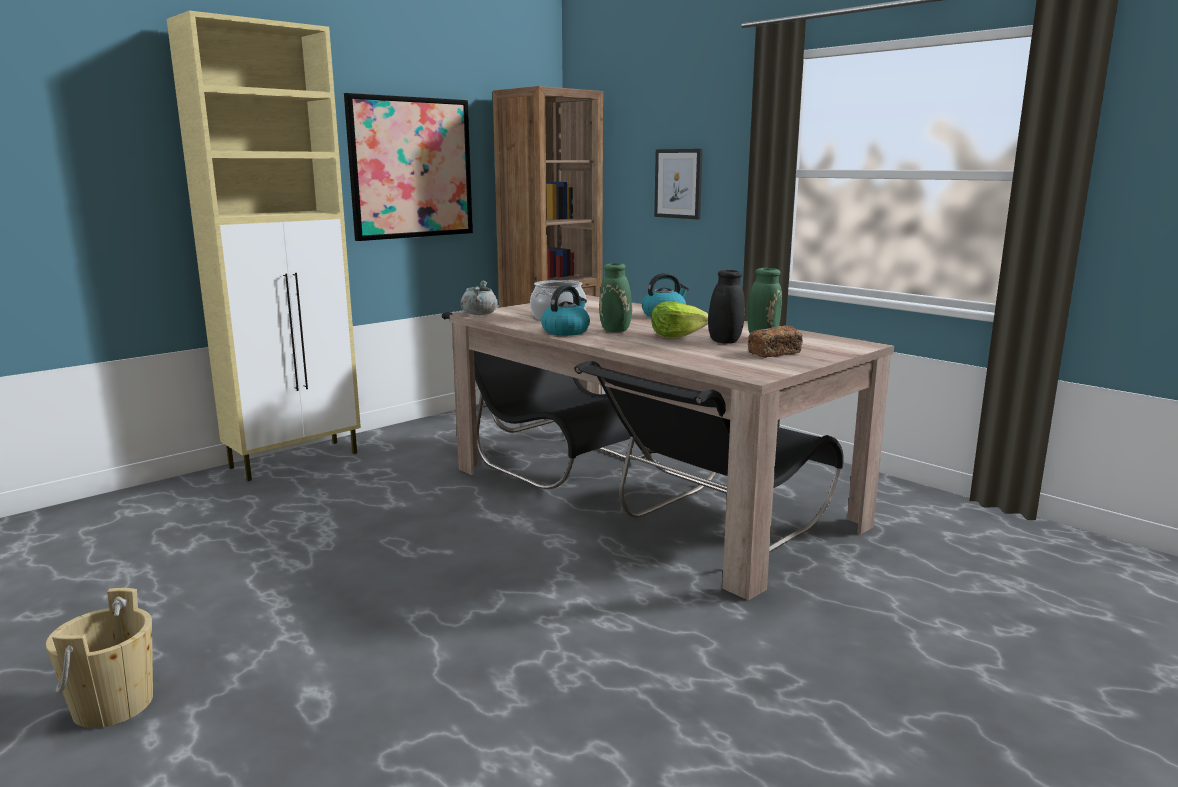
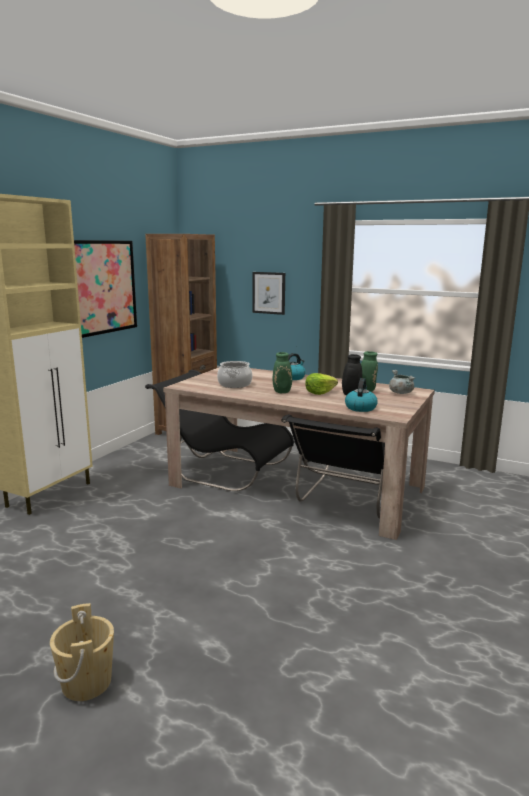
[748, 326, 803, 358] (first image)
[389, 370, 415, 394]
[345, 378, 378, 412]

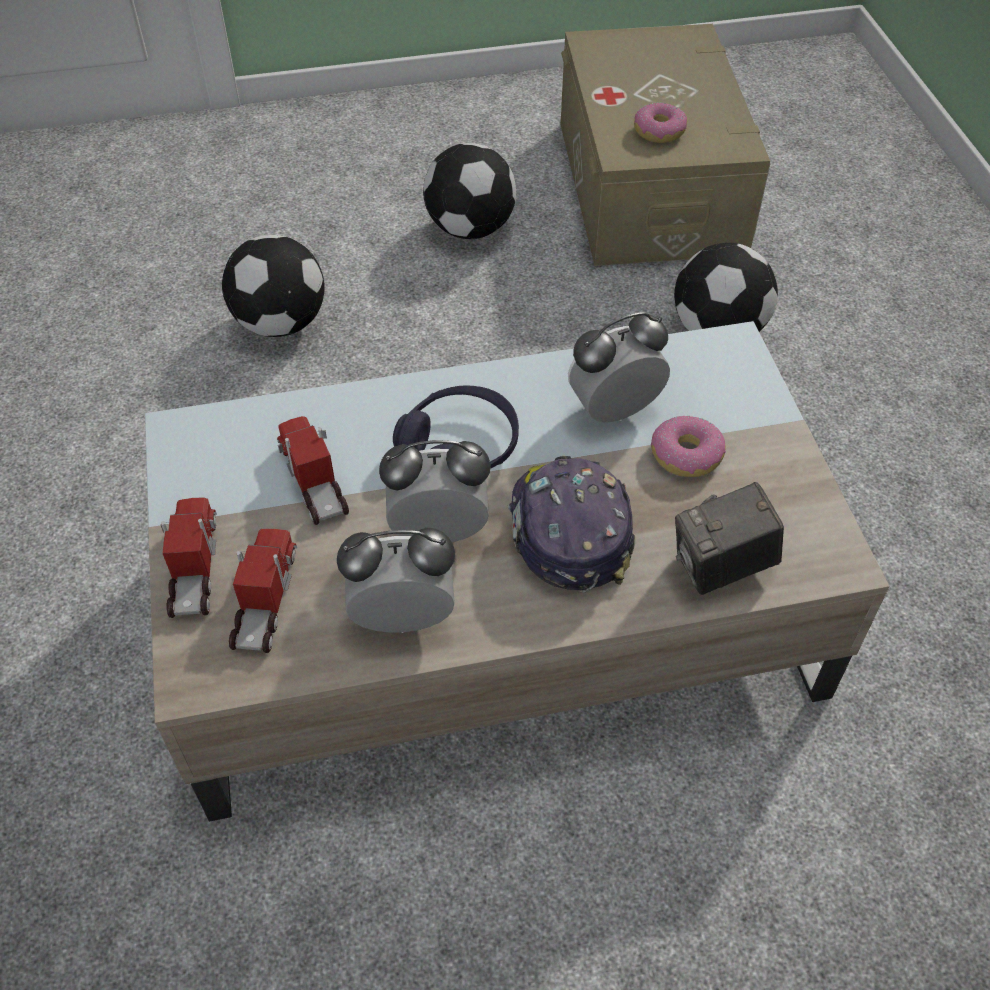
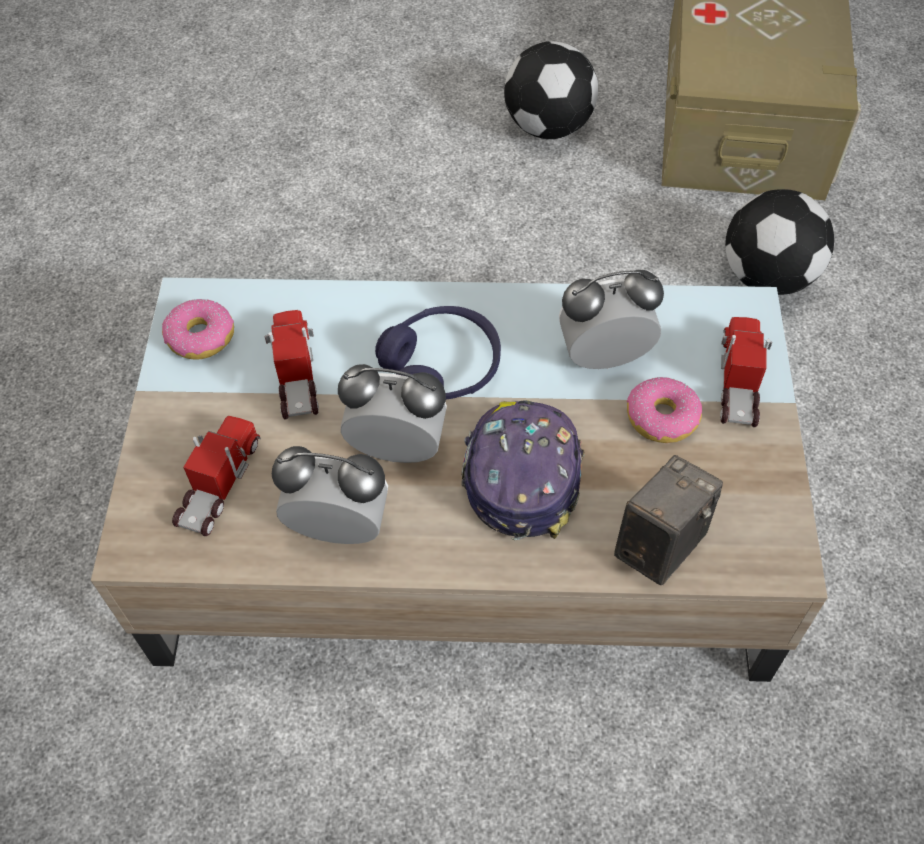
[222, 235, 325, 337] (first image)
[720, 317, 772, 427]
[162, 299, 234, 360]
[614, 455, 723, 586]

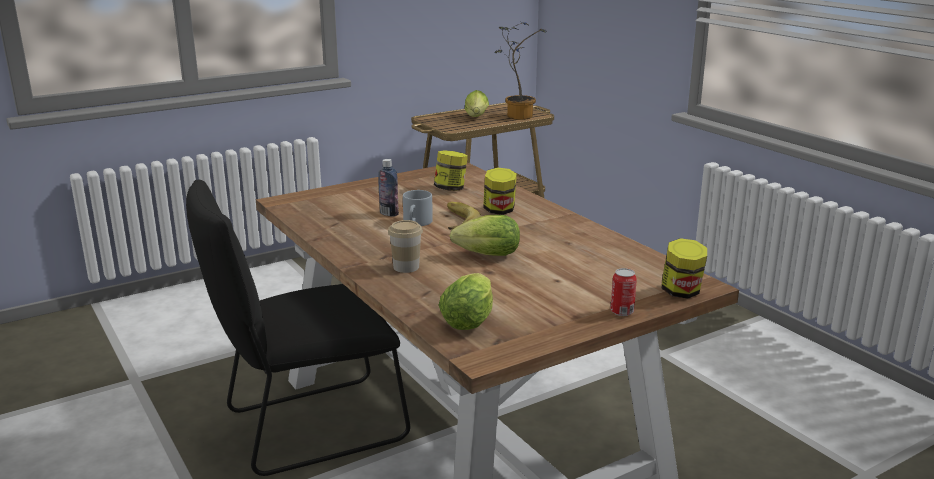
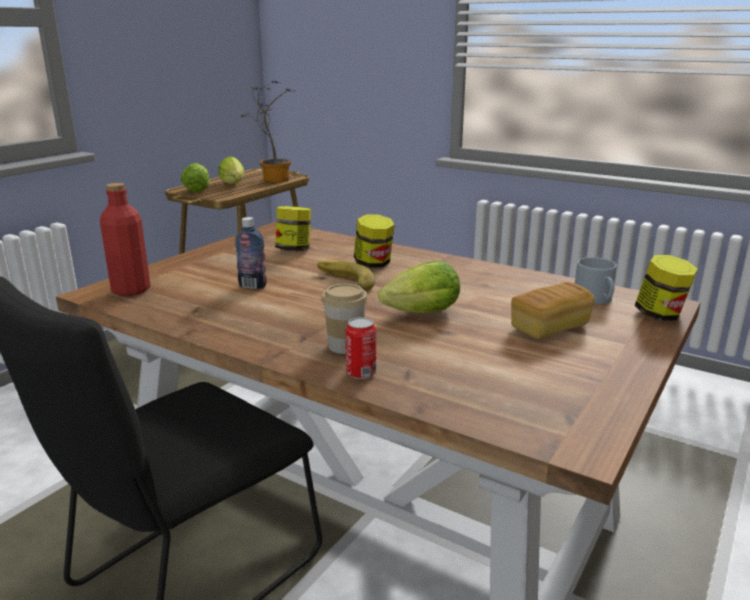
[100, 183, 150, 296]
[511, 282, 595, 339]
[575, 257, 617, 304]
[181, 163, 210, 193]
[346, 317, 376, 379]

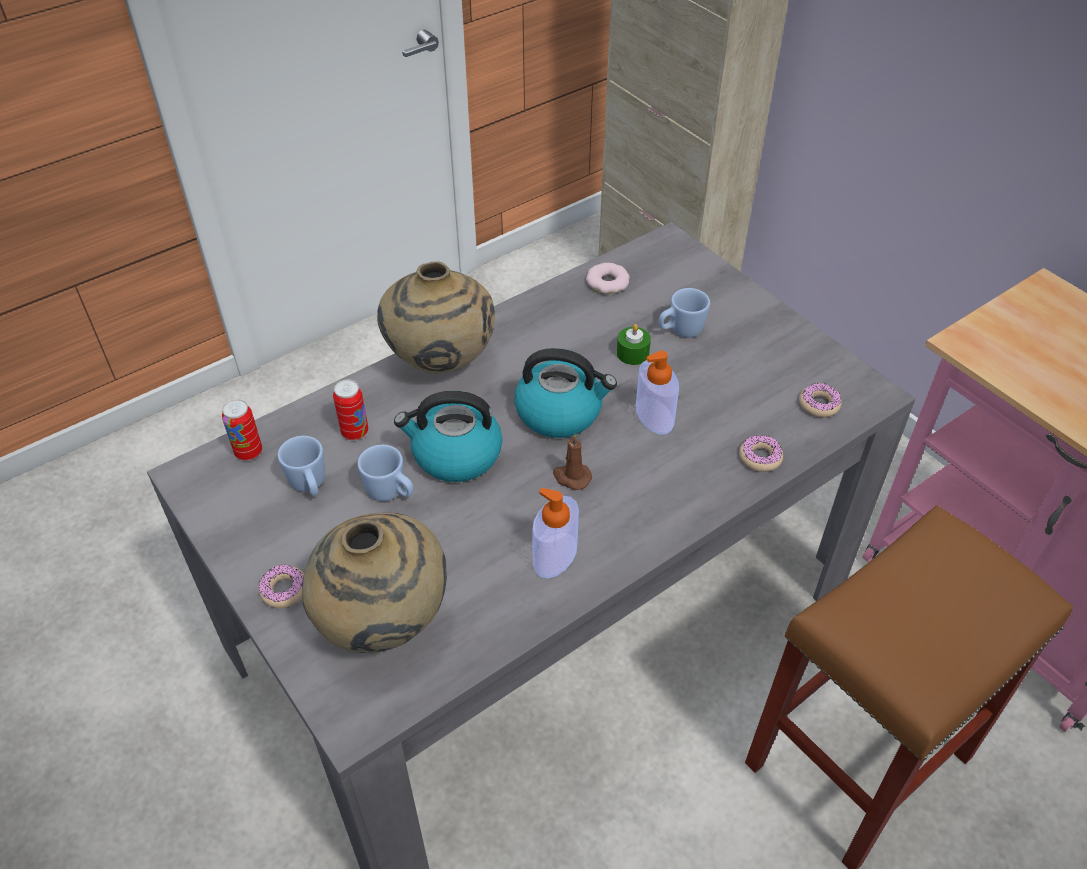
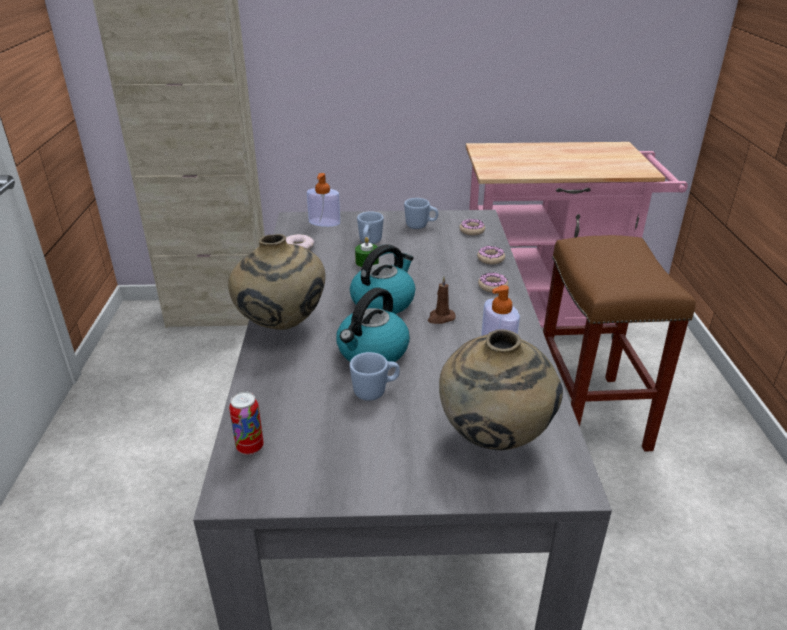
[333, 379, 368, 440] (first image)
[478, 272, 508, 293]
[404, 198, 438, 229]
[307, 173, 340, 227]

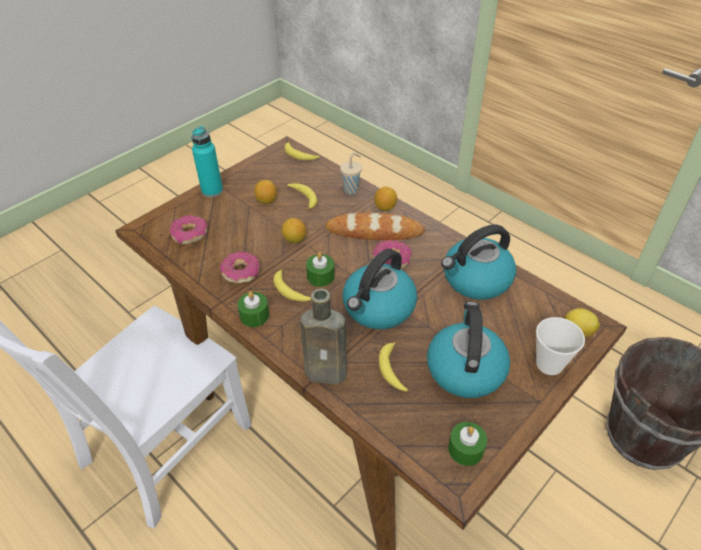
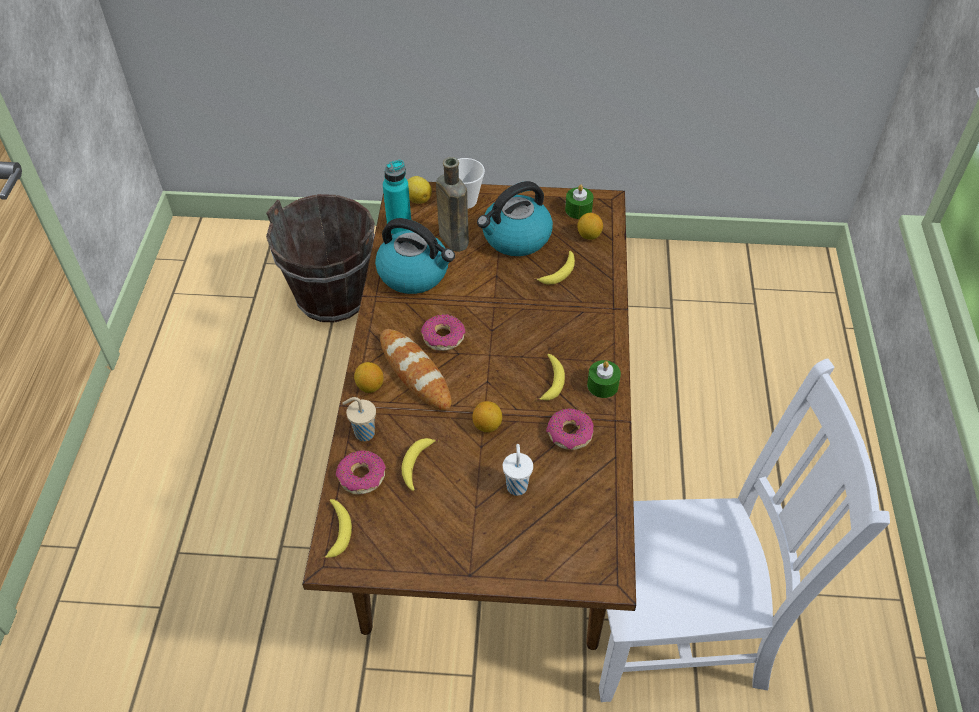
[306, 252, 335, 287] (first image)
[343, 249, 417, 329] (first image)
[503, 444, 533, 496]
[336, 450, 386, 495]
[383, 160, 411, 235]
[577, 213, 603, 240]
[436, 157, 469, 252]

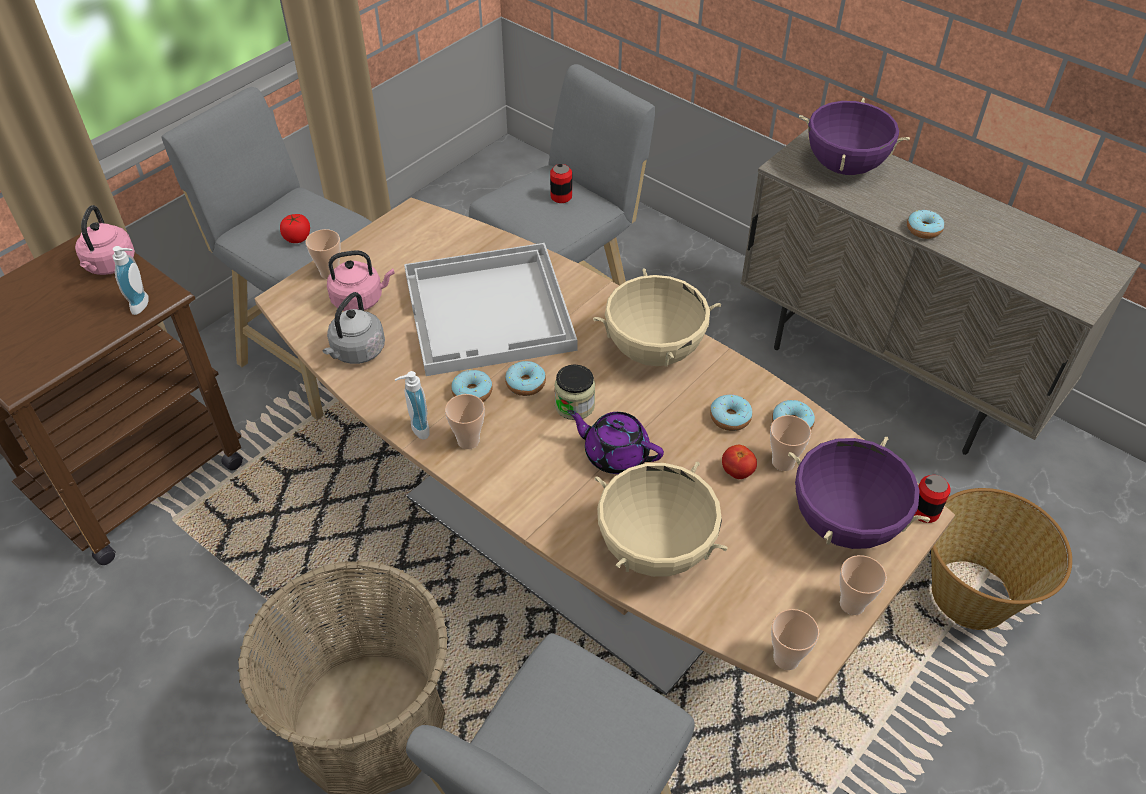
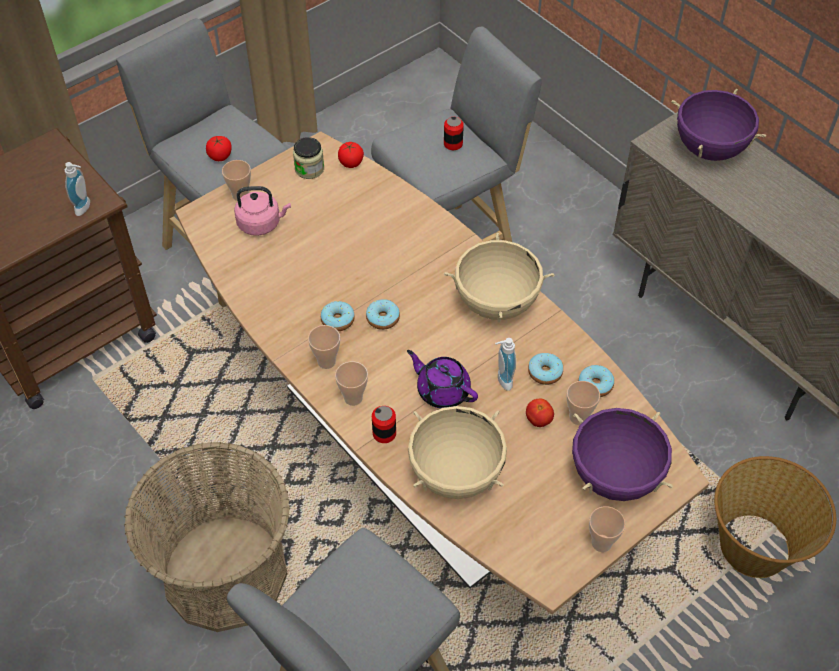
[75, 205, 135, 275] (first image)
[323, 292, 385, 364] (first image)
[404, 243, 578, 376] (first image)
[907, 210, 944, 239] (first image)
[338, 142, 364, 168]
[495, 338, 516, 391]
[293, 137, 324, 179]
[335, 361, 368, 406]
[372, 406, 396, 443]

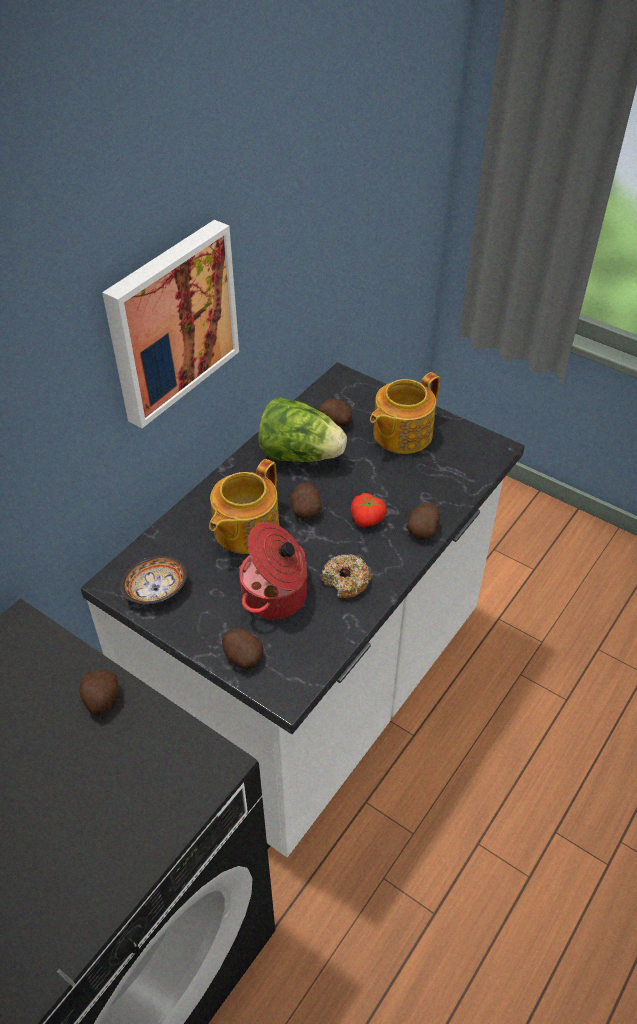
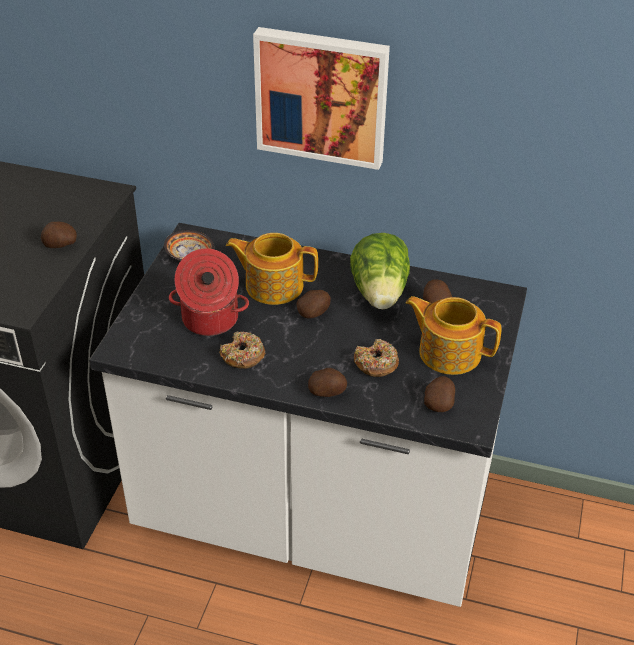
[351, 493, 387, 527] (first image)
[354, 339, 399, 377]
[424, 376, 455, 412]

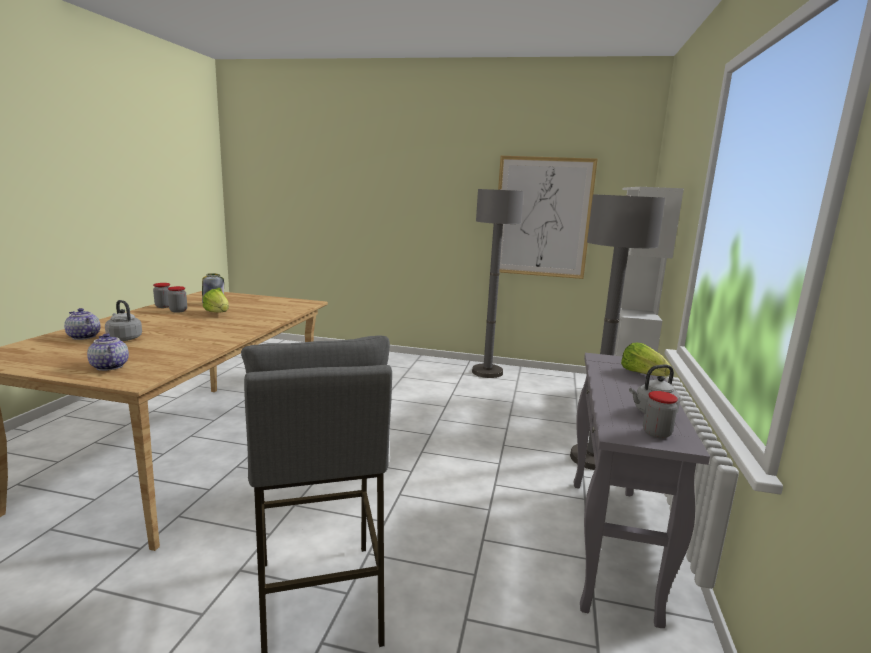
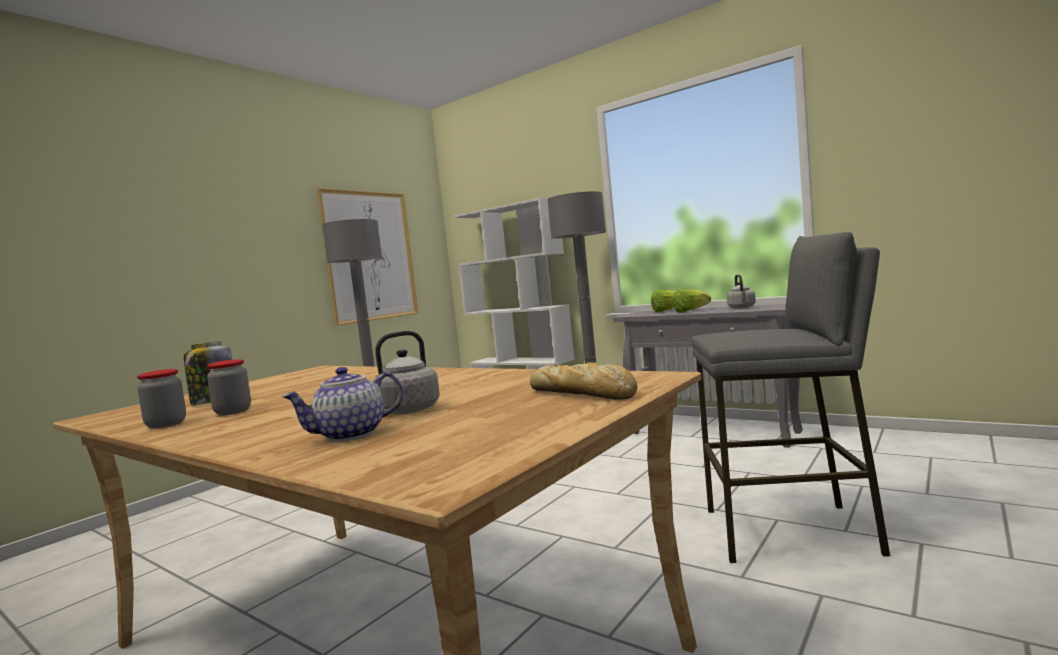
[643, 391, 678, 439] (first image)
[672, 289, 711, 312]
[530, 362, 638, 400]

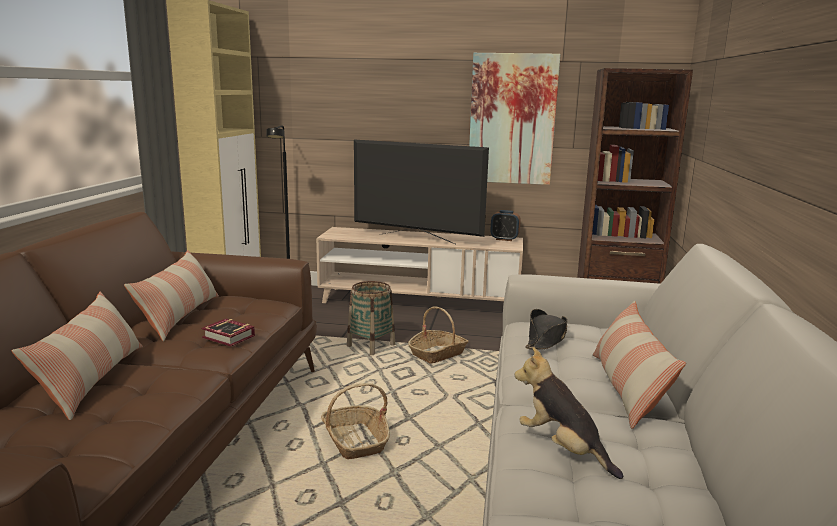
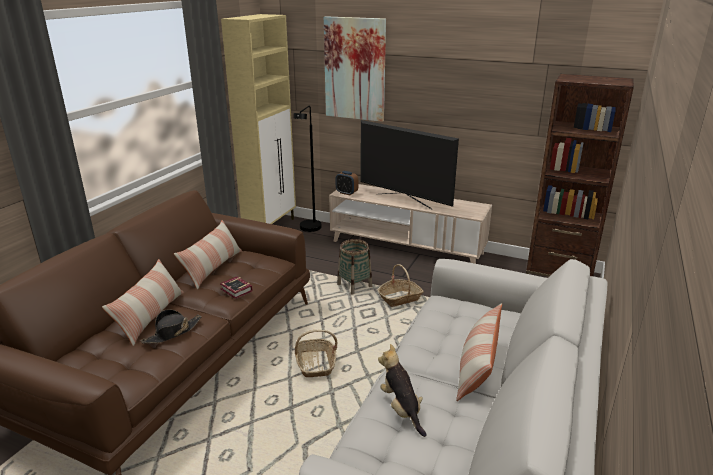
[324, 16, 386, 122]
[336, 171, 358, 195]
[141, 309, 202, 344]

